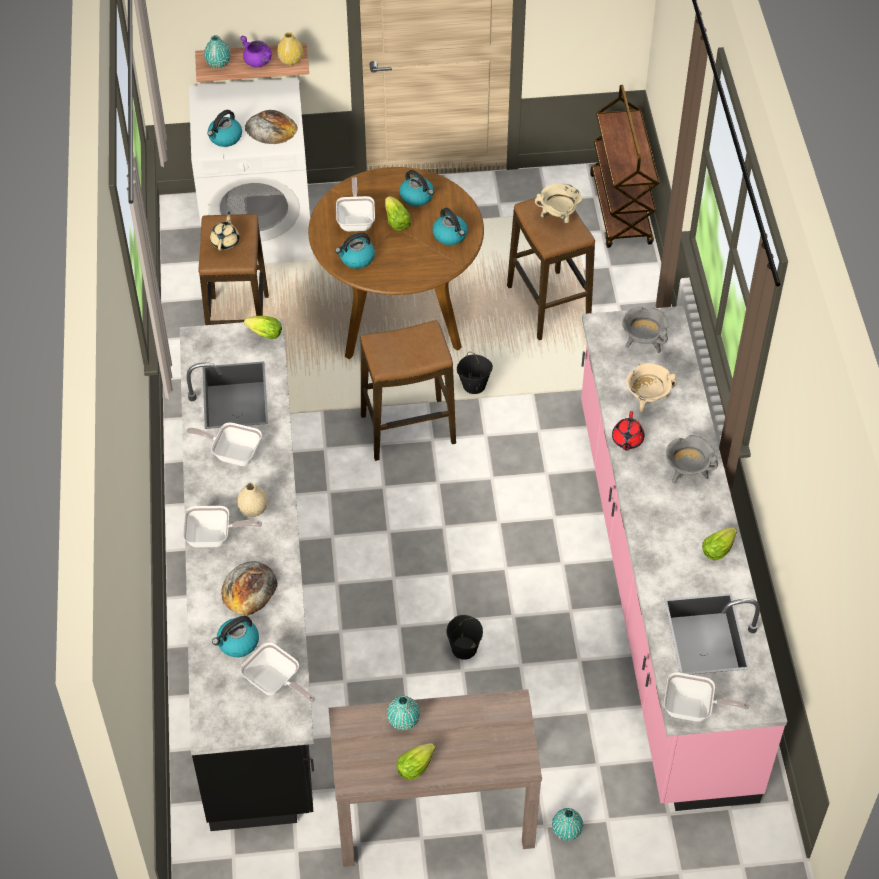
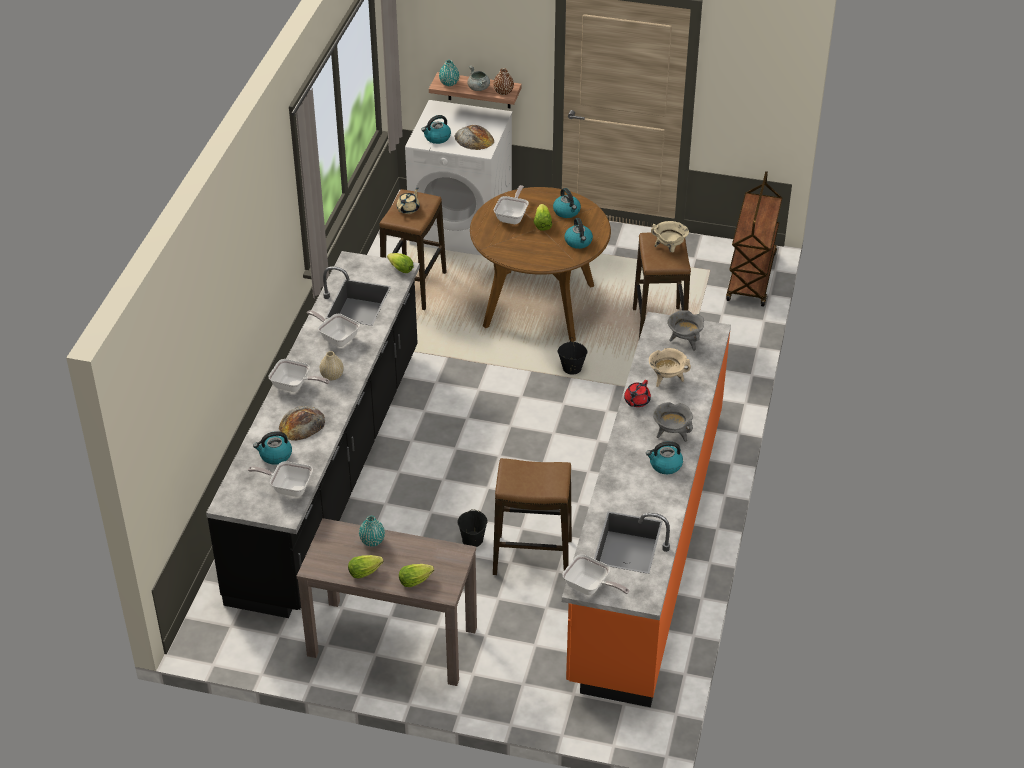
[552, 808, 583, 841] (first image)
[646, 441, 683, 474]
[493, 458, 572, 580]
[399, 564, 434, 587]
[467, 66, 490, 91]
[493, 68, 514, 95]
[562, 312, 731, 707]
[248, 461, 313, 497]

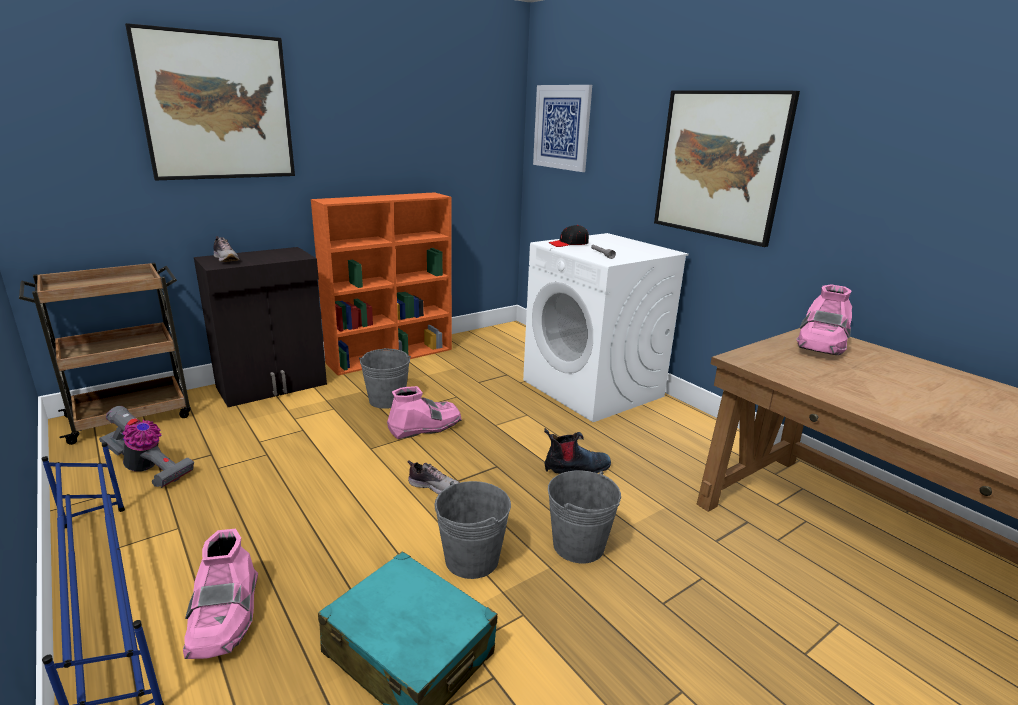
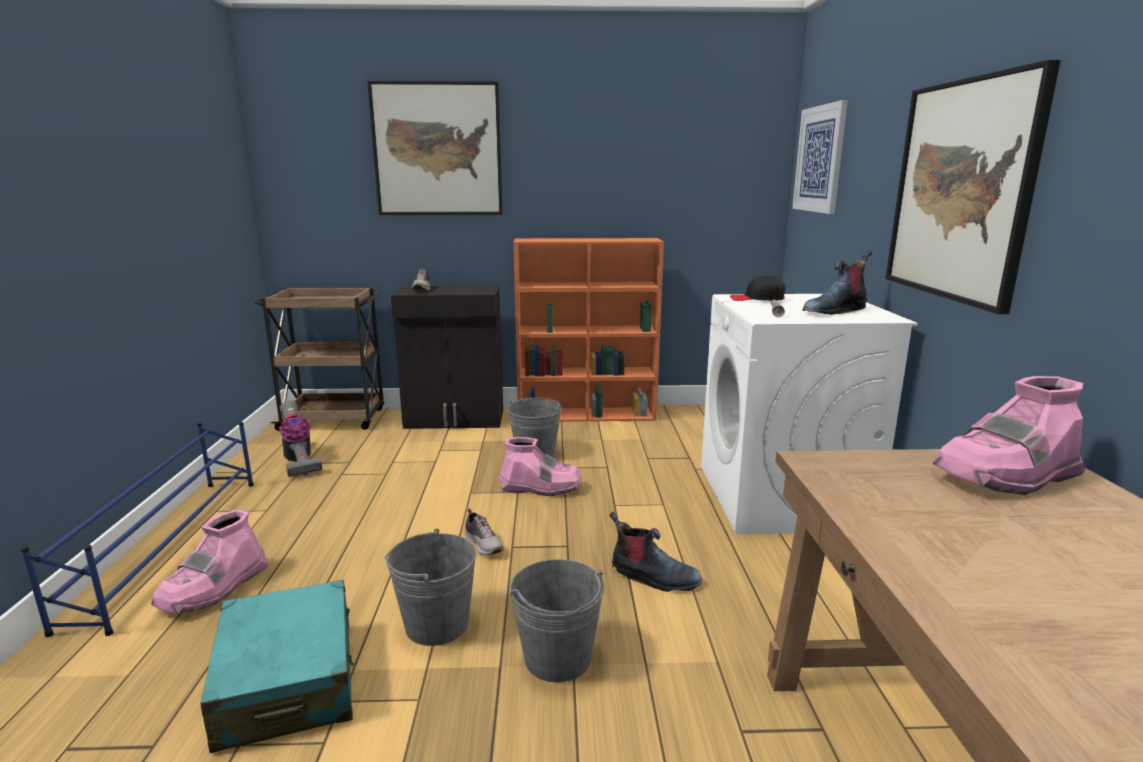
[802, 251, 872, 315]

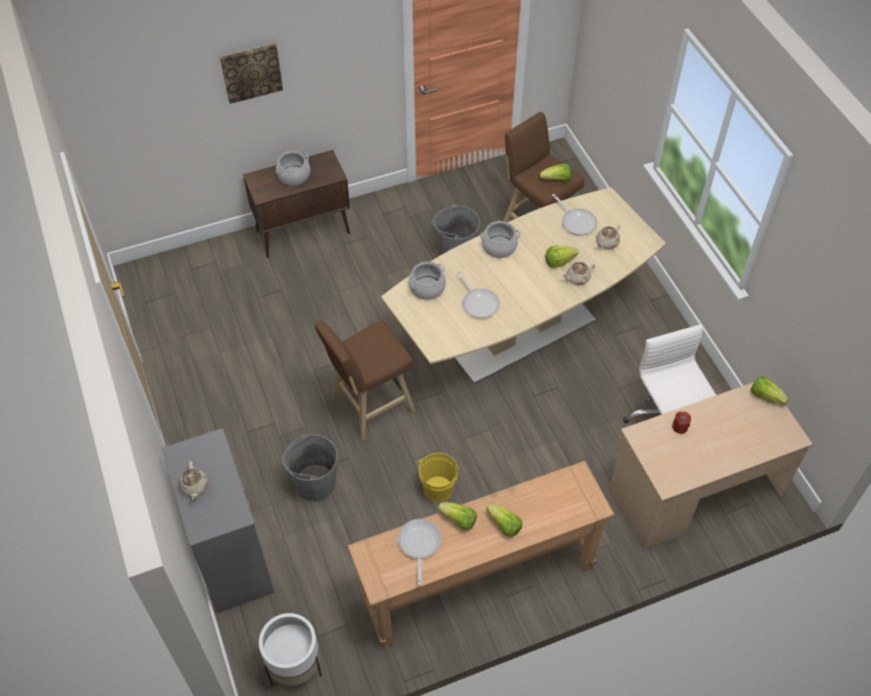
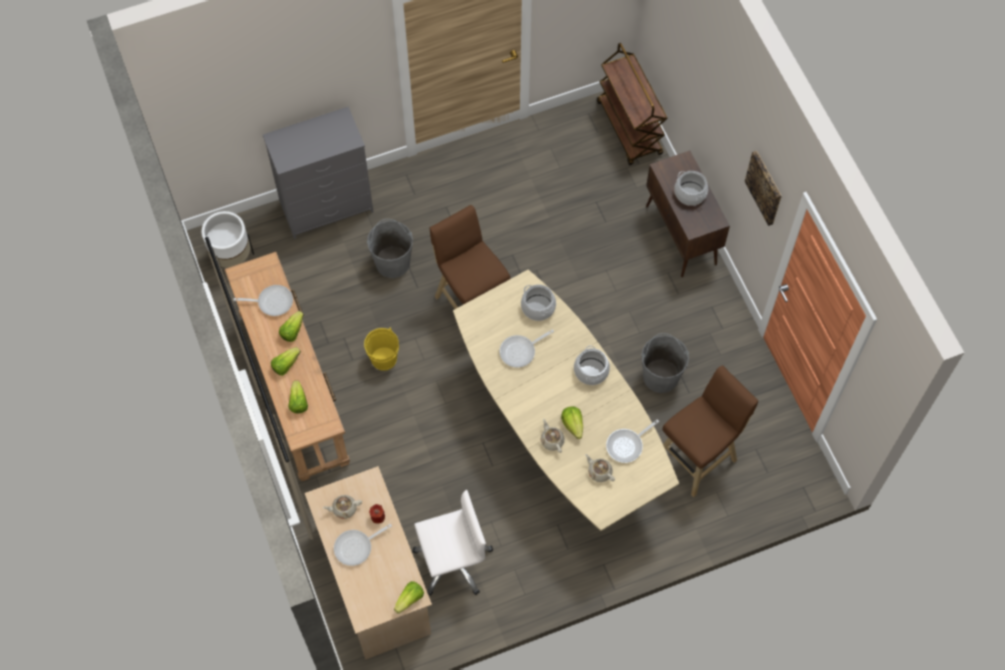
[334, 524, 392, 566]
[597, 43, 668, 165]
[323, 495, 362, 519]
[745, 151, 782, 226]
[288, 380, 308, 414]

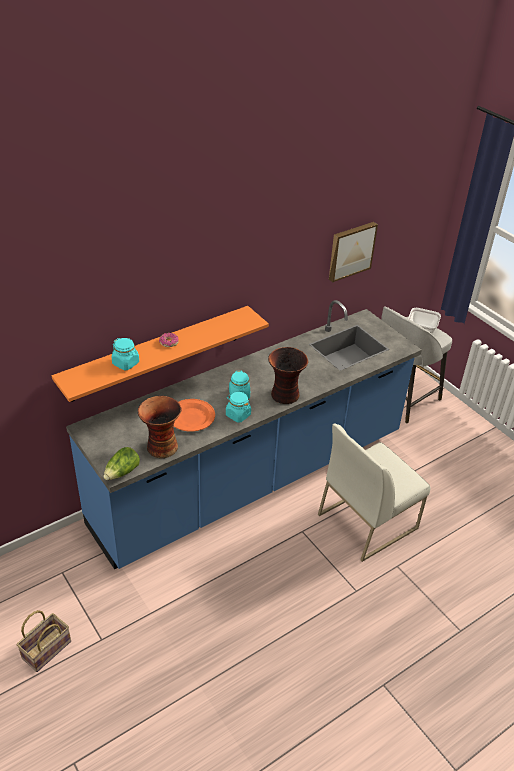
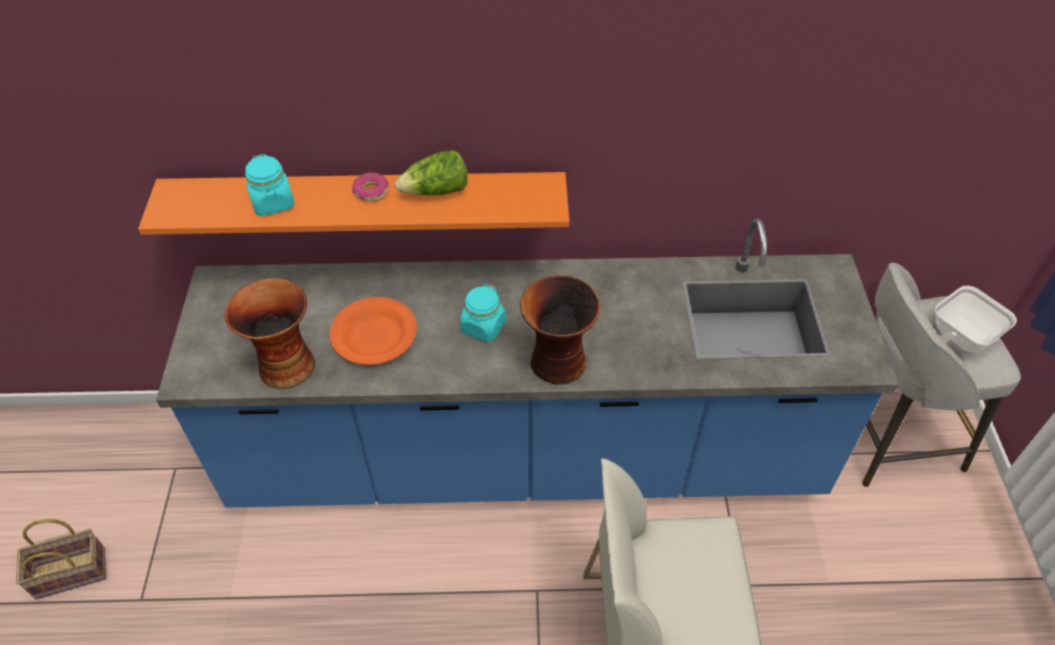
[226, 392, 251, 423] (first image)
[329, 222, 378, 282] (first image)
[395, 150, 468, 196]

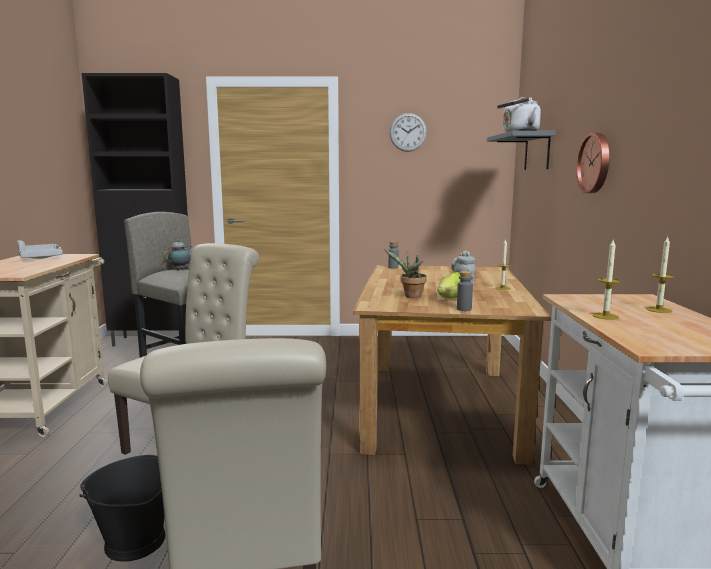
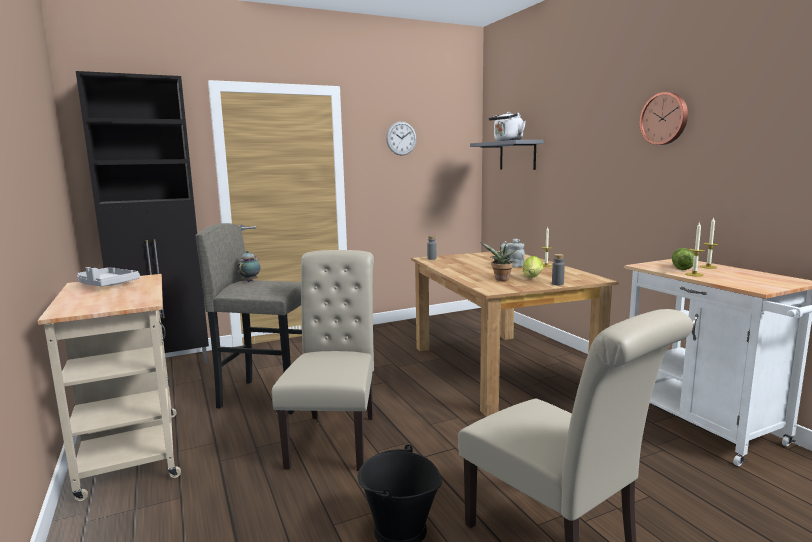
[672, 248, 694, 270]
[640, 92, 688, 145]

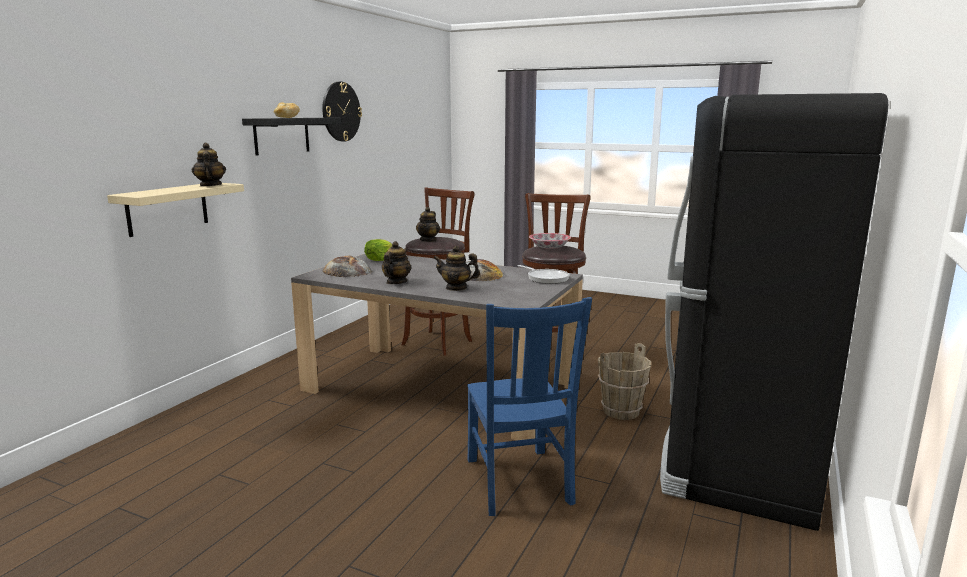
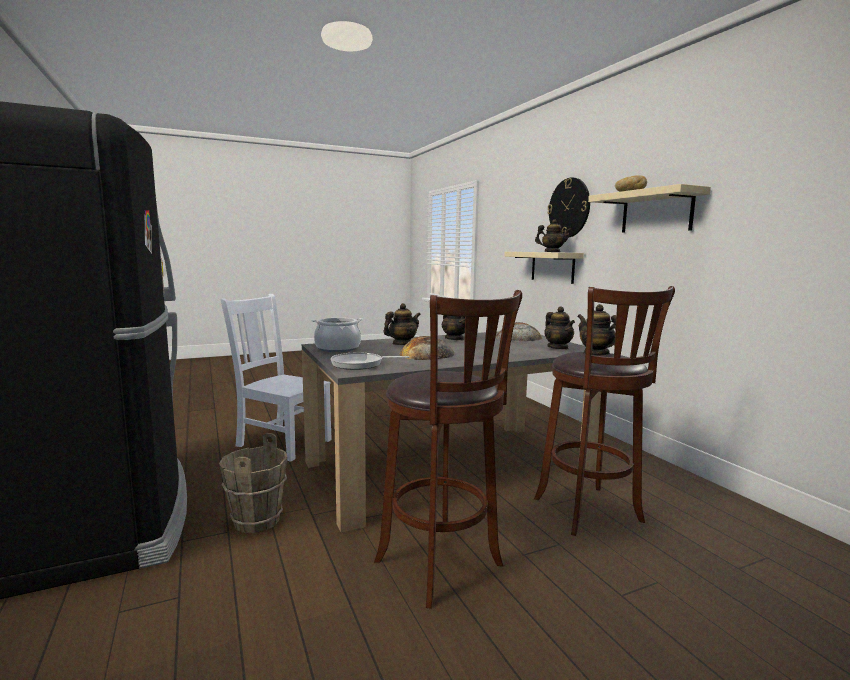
[529, 233, 571, 249] (first image)
[311, 318, 363, 352]
[547, 178, 590, 238]
[544, 306, 575, 350]
[588, 184, 711, 233]
[221, 294, 332, 462]

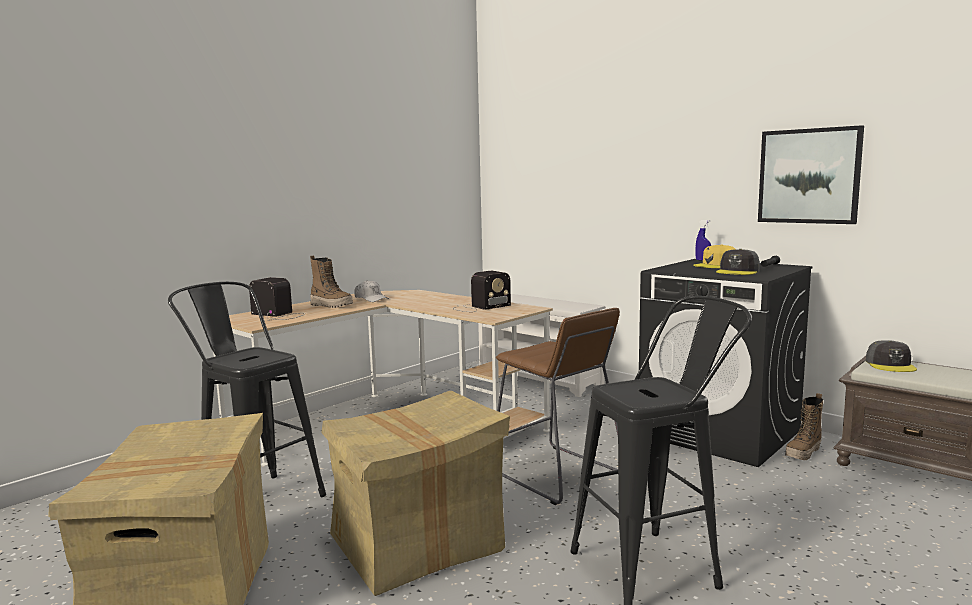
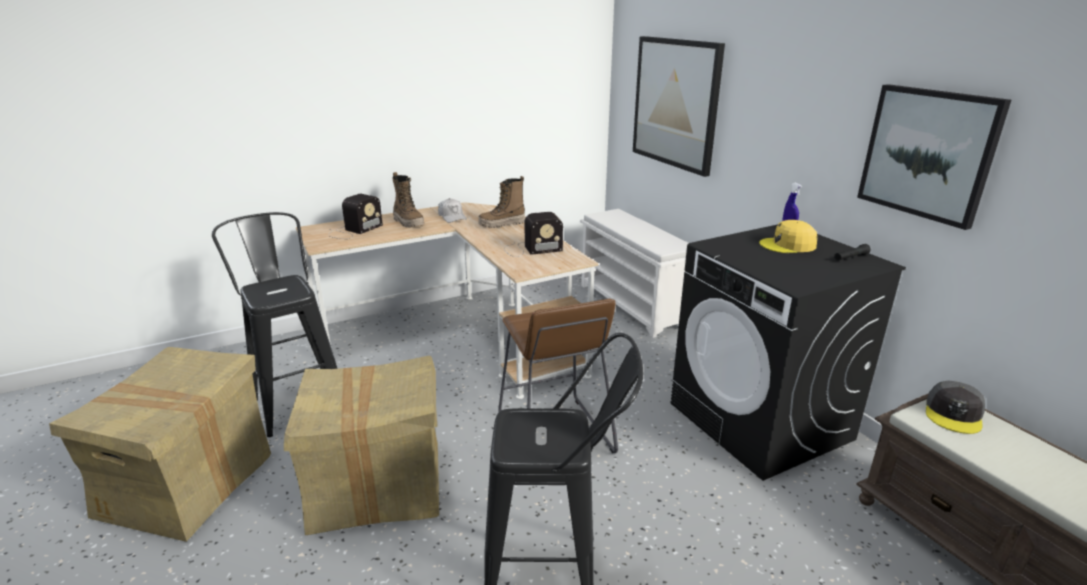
[716, 249, 760, 275] (first image)
[633, 36, 725, 177]
[478, 176, 525, 228]
[328, 194, 383, 239]

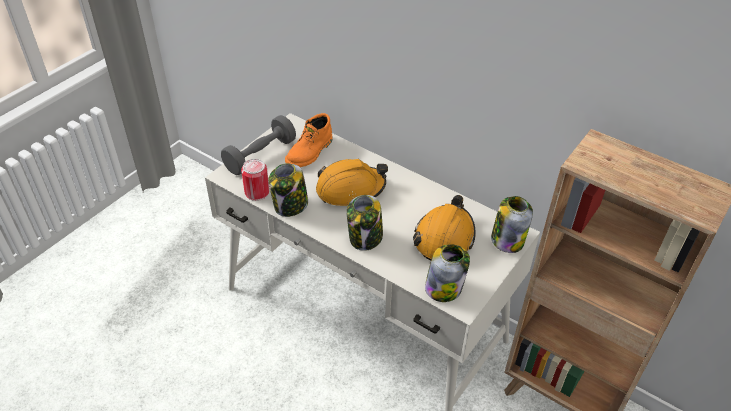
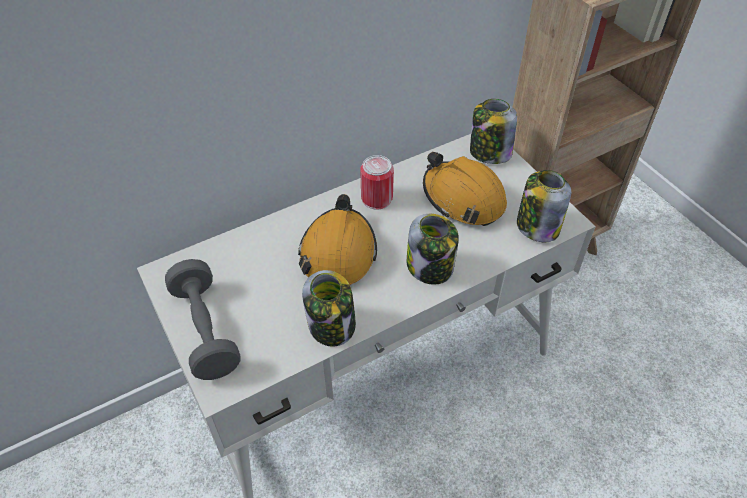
[285, 113, 332, 167] (first image)
[360, 155, 394, 210]

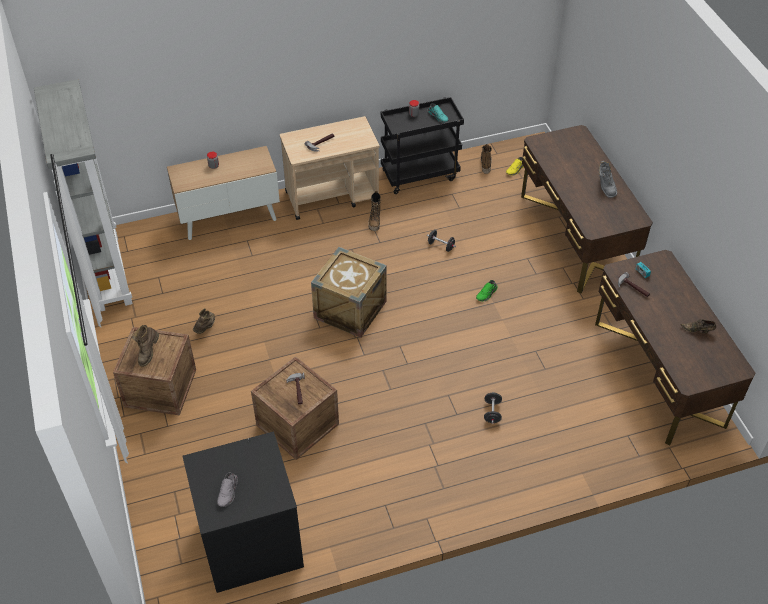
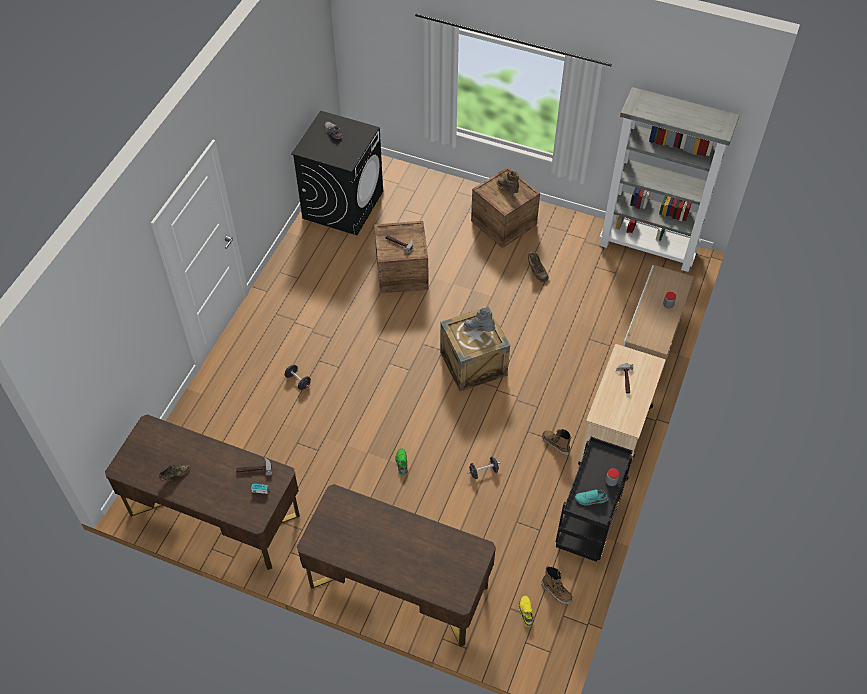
[464, 308, 495, 332]

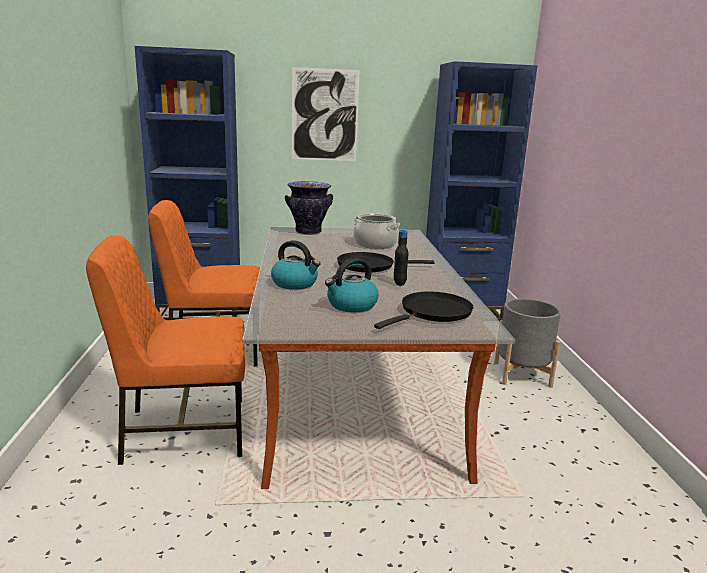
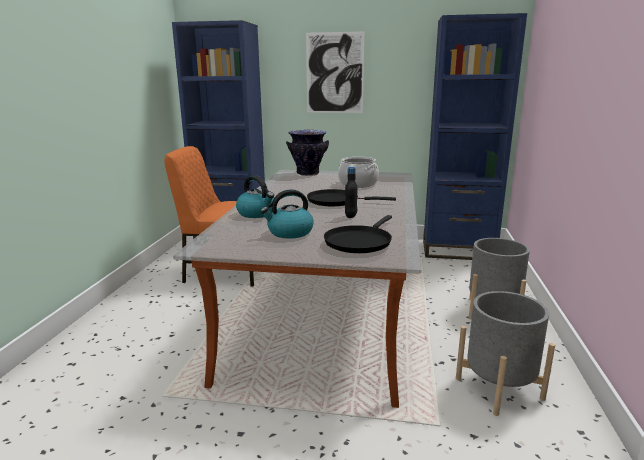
[86, 235, 245, 465] (first image)
[456, 291, 555, 416]
[324, 215, 392, 253]

